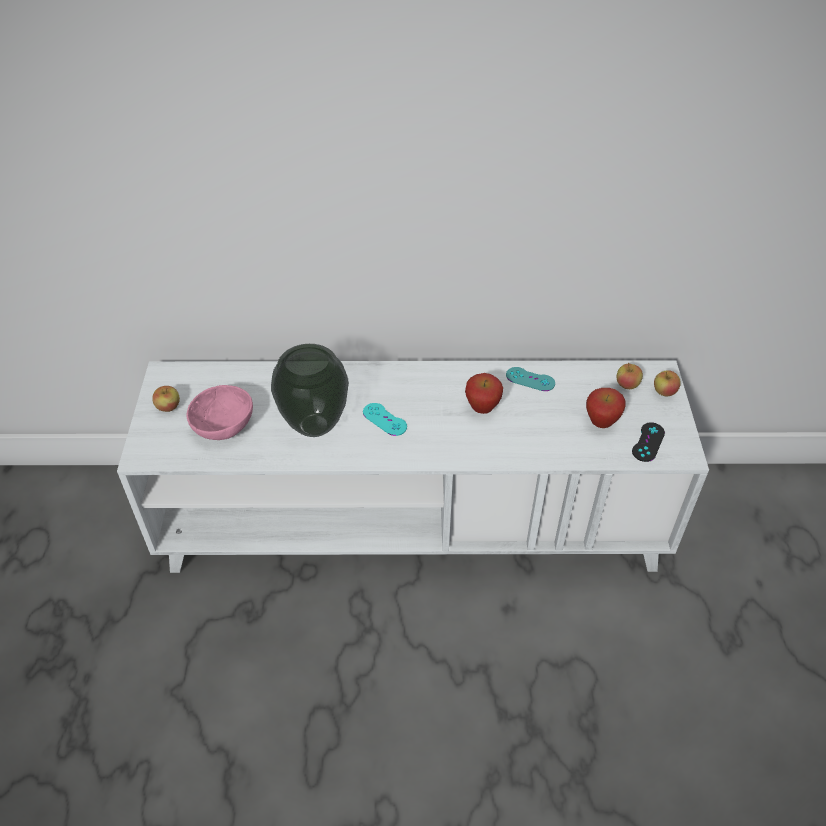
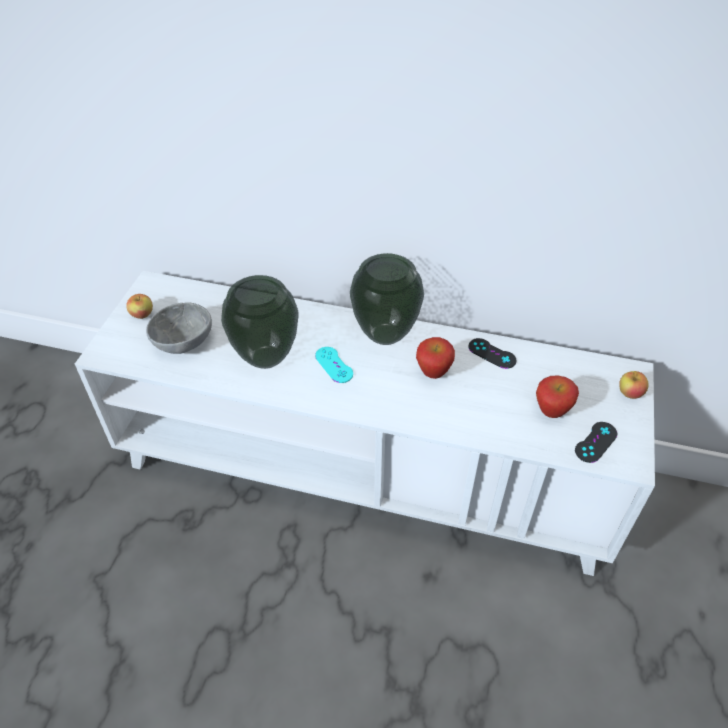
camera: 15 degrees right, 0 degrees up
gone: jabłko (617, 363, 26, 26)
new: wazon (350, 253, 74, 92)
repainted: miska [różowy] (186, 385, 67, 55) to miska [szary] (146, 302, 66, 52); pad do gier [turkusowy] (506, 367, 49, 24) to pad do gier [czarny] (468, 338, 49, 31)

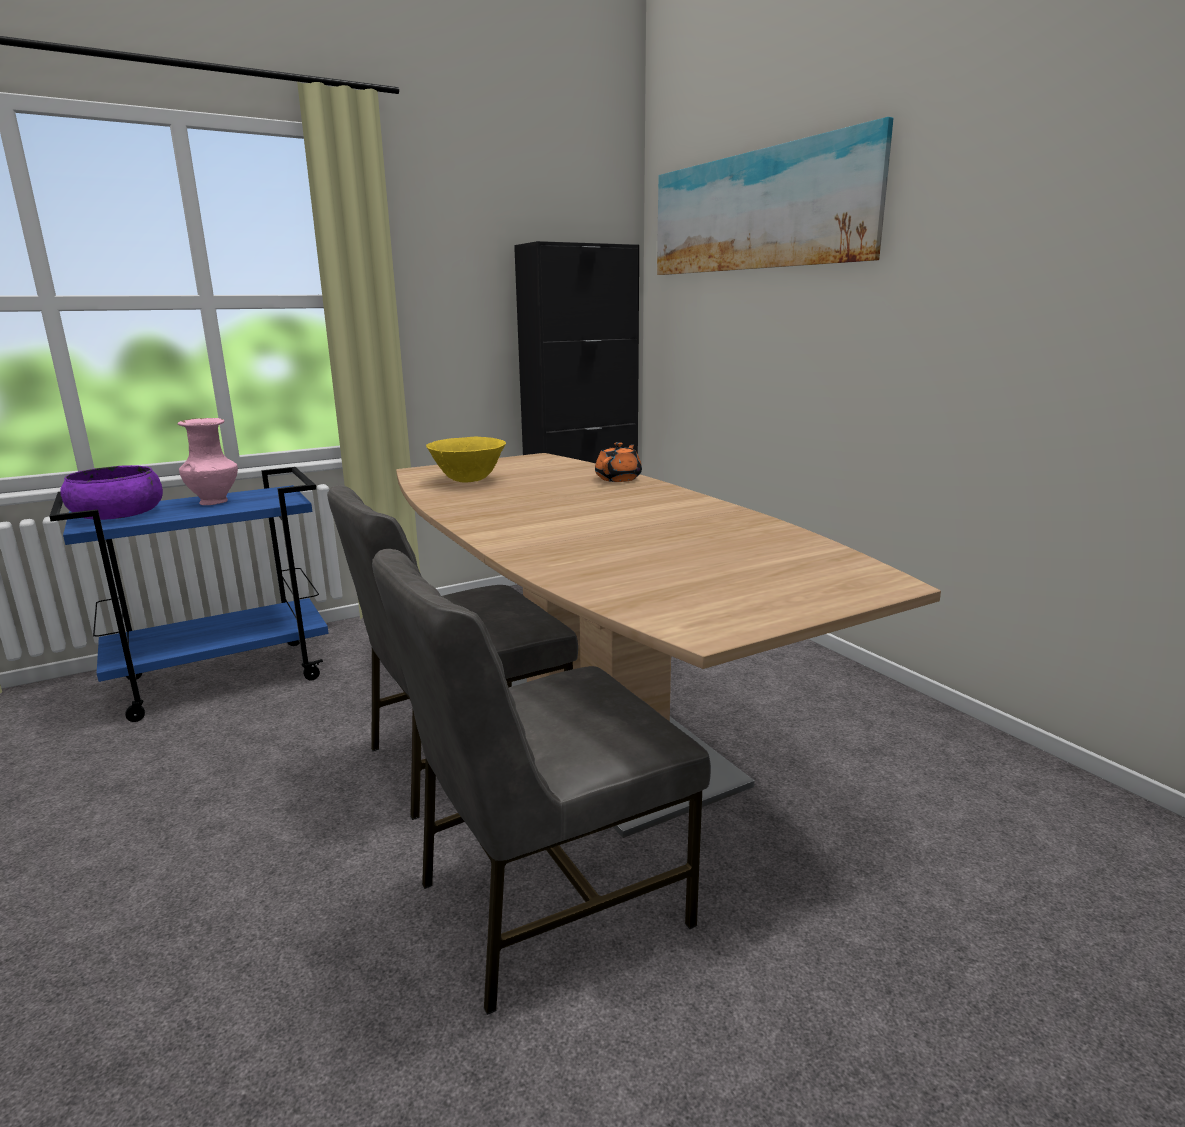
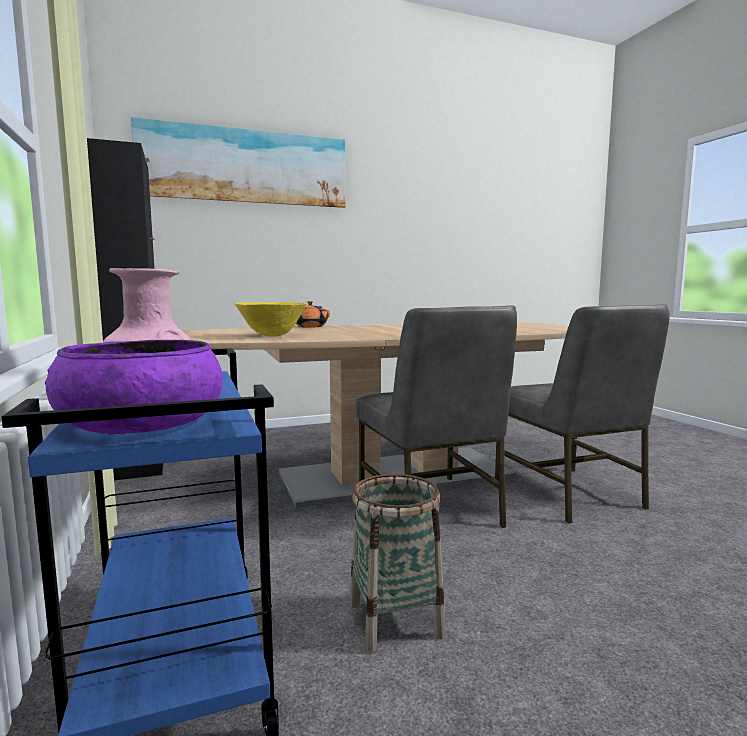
camera: 80 degrees left, 10 degrees down
new: koszyk (350, 474, 95, 178)

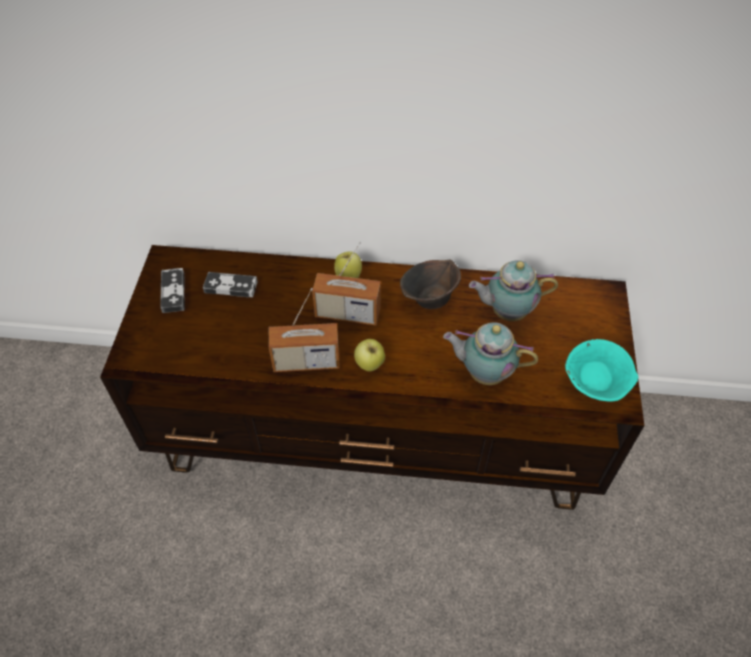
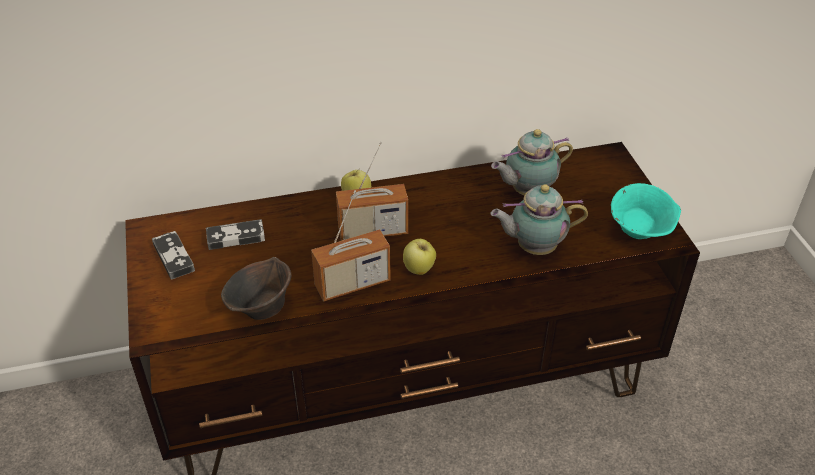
camera: 20 degrees left, 10 degrees down
shifted: miska [brązowy] (400, 259, 61, 50) to (221, 257, 70, 63)

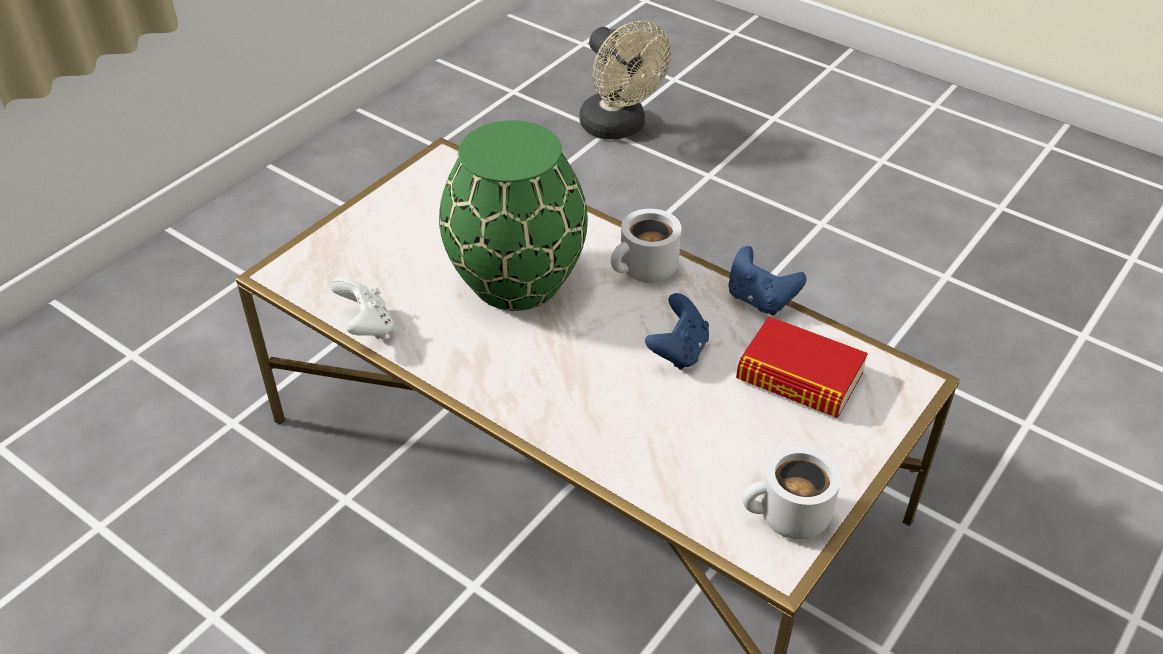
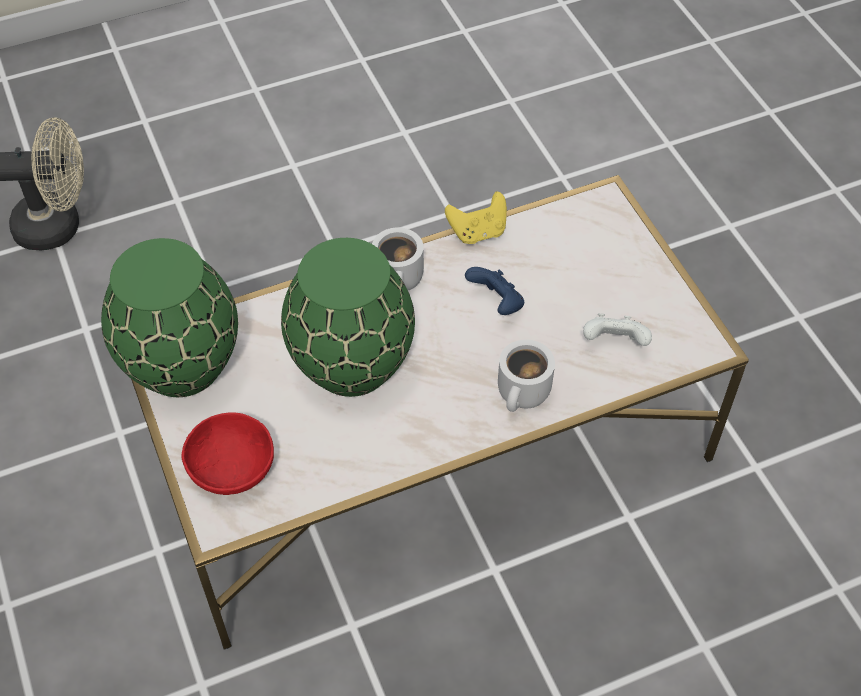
camera: 60 degrees left, 10 degrees up
gone: książka (736, 316, 132, 102)
new: wazon [zielony] (101, 238, 137, 159); miska [czerwony] (181, 412, 93, 83)
shifted: pad do gier [biały] (330, 277, 64, 62) to (583, 313, 69, 33); kubek [biały] (743, 446, 98, 93) to (498, 340, 57, 72)
repainted: pad do gier [niebieski] (728, 246, 78, 69) to pad do gier [żółty] (445, 192, 62, 52)

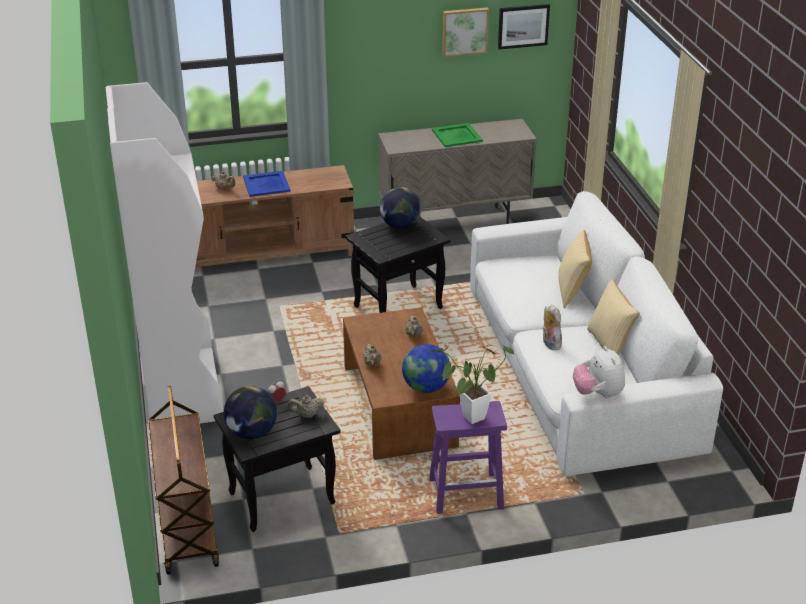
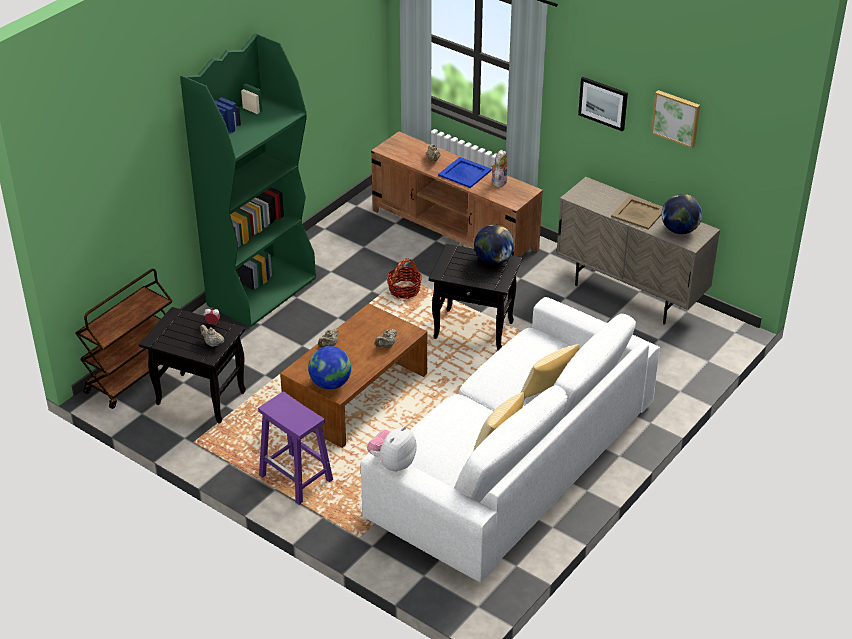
camera: 50 degrees right, 5 degrees up
gone: roślina doniczkowa (430, 345, 85, 79)
new: koszyk (387, 258, 35, 41)
shifted: globus (224, 386, 53, 53) to (662, 194, 40, 40); obraz (498, 4, 52, 45) to (578, 77, 50, 54); pluszak (543, 305, 19, 45) to (491, 150, 17, 37)
repainted: regał [biały] (106, 82, 117, 341) to regał [zielony] (180, 33, 136, 294); taca [zielony] (432, 123, 51, 24) to taca [beżowy] (611, 195, 52, 35)

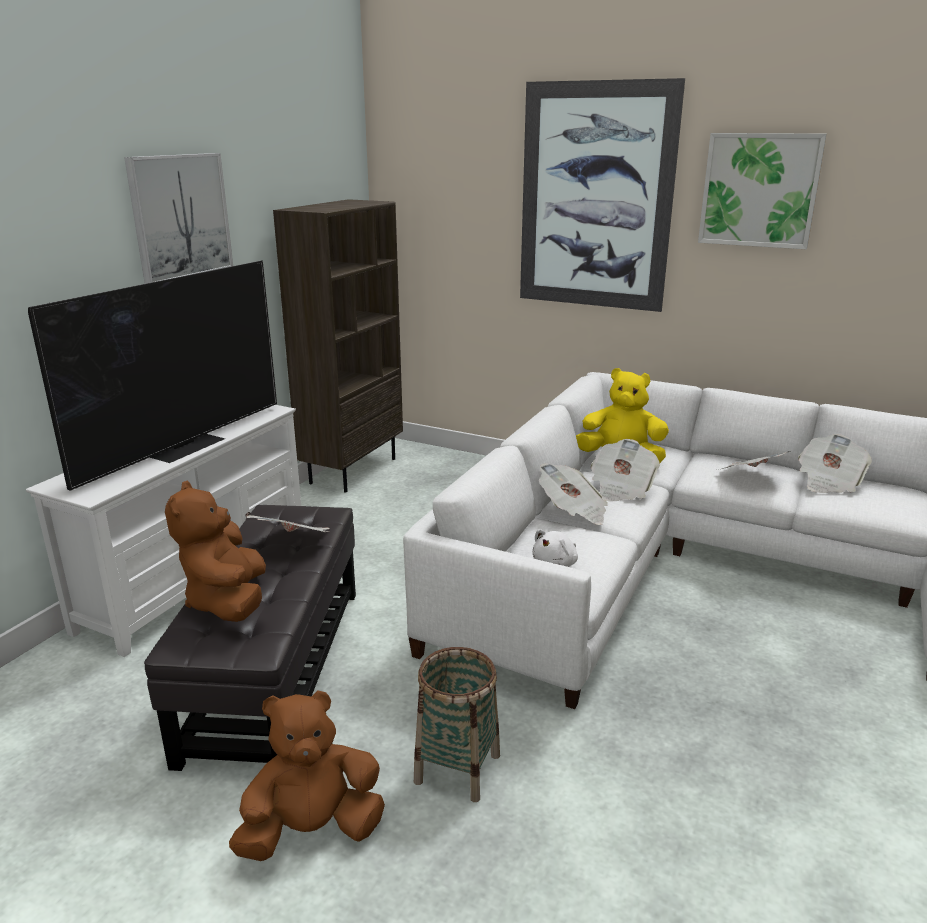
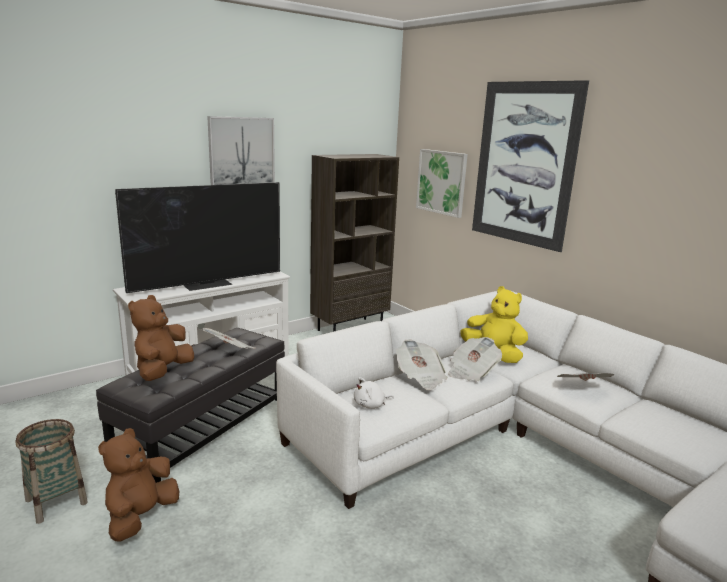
camera: 25 degrees right, 5 degrees down
gone: gazeta (798, 434, 74, 59)
shifted: koszyk (414, 647, 86, 155) to (15, 419, 73, 105); obraz (698, 133, 129, 116) to (416, 149, 52, 69)
rotated: pluszak [brązowy] (229, 690, 156, 171) = (98, 428, 81, 114) 75 degrees counterclockwise

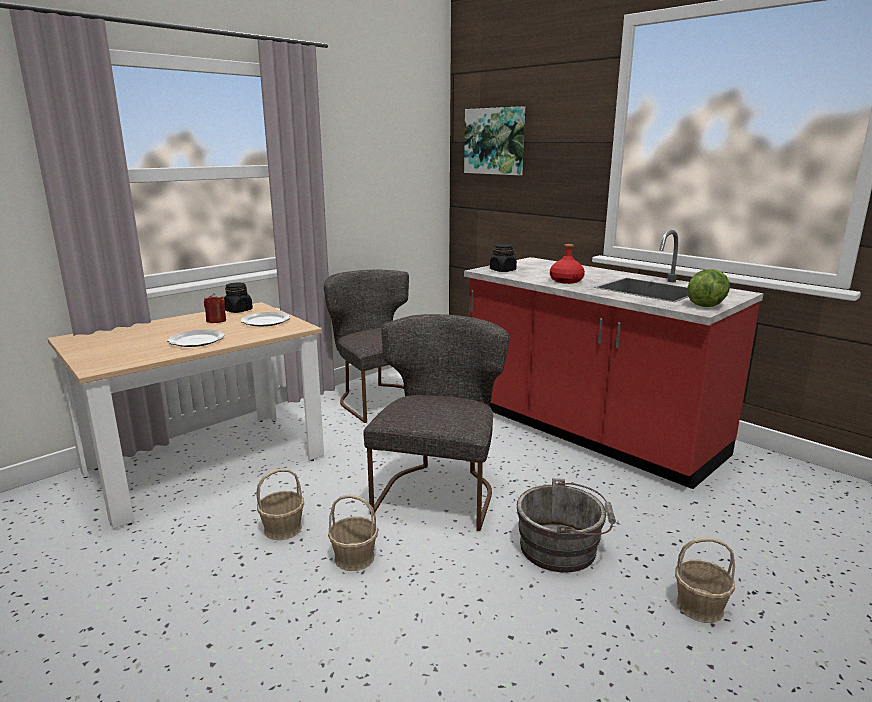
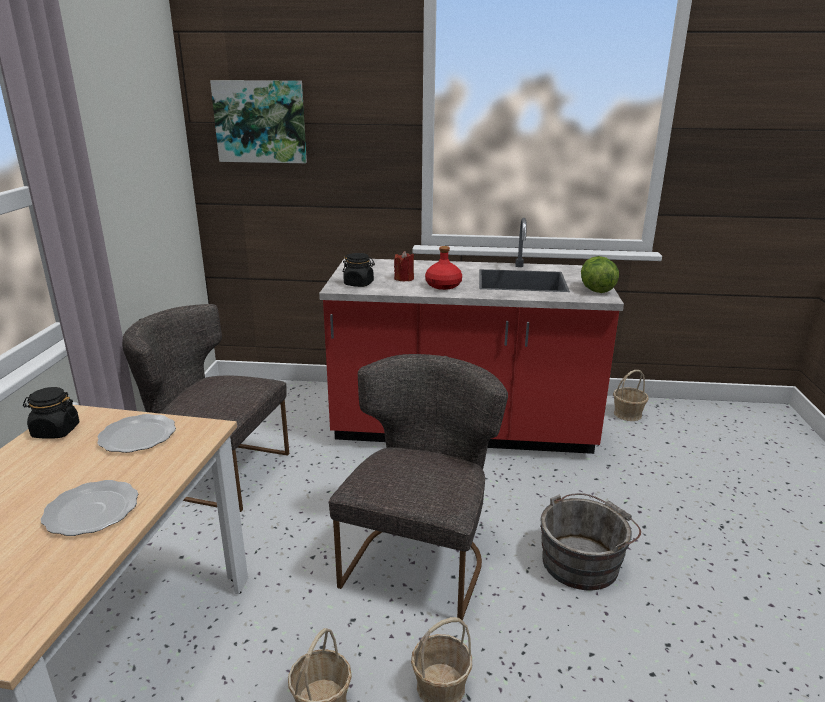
camera: 40 degrees left, 5 degrees up
shifted: świeca [czerwony] (204, 293, 22, 30) to (394, 251, 20, 30); koszyk (675, 537, 60, 86) to (613, 370, 36, 51)
rotated: krzesło [szary] (363, 314, 147, 217) = (329, 354, 179, 267) 45 degrees clockwise

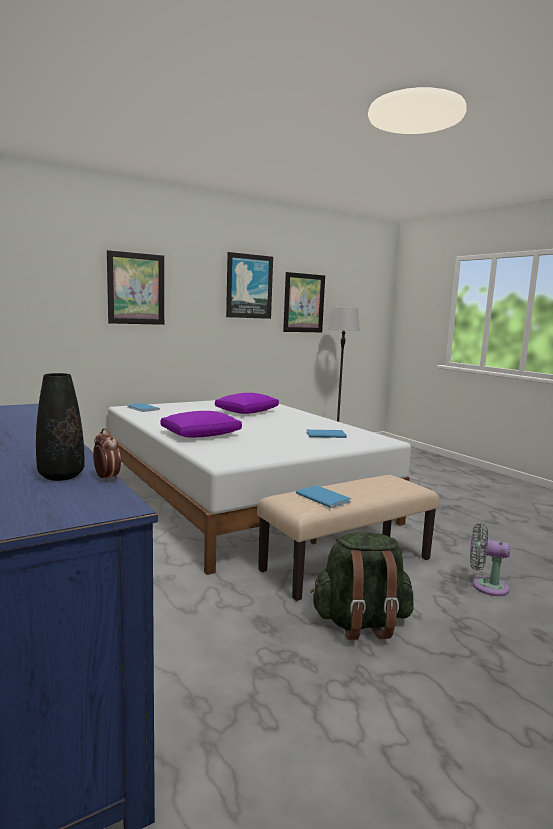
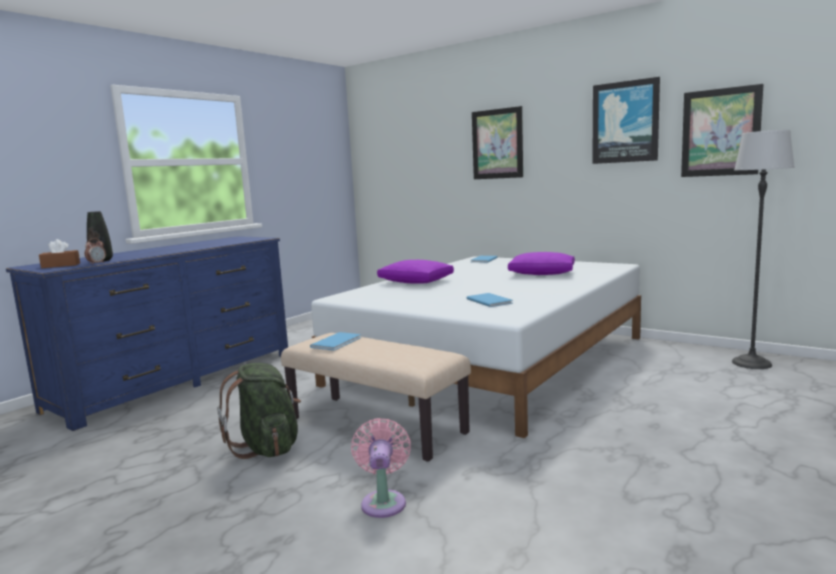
camera: 70 degrees right, 0 degrees up
new: pudełko chusteczek [brązowy] (39, 239, 41, 29)
repainted: wentylator [szary] (470, 523, 40, 73) to wentylator [różowy] (351, 418, 60, 100)

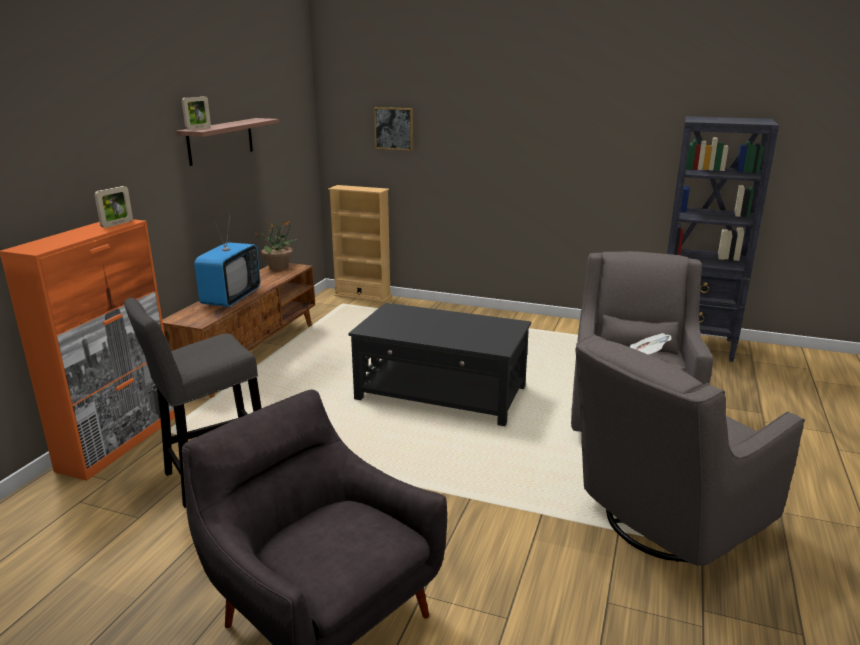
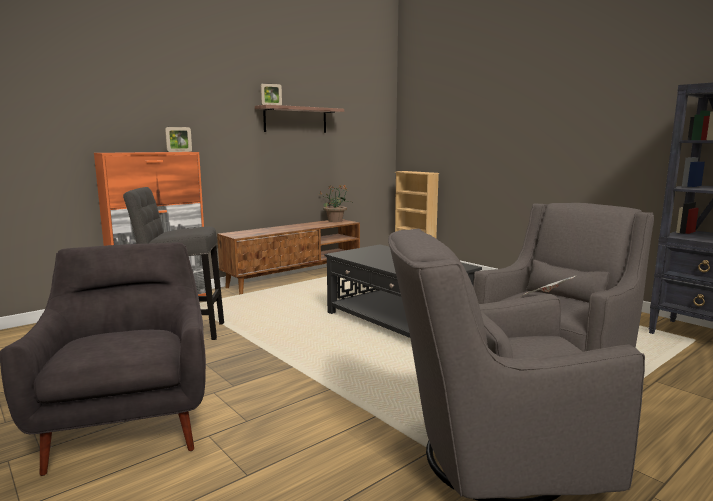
camera: 30 degrees right, 10 degrees down
gone: telewizor (194, 213, 67, 94); obraz (374, 107, 39, 44)

